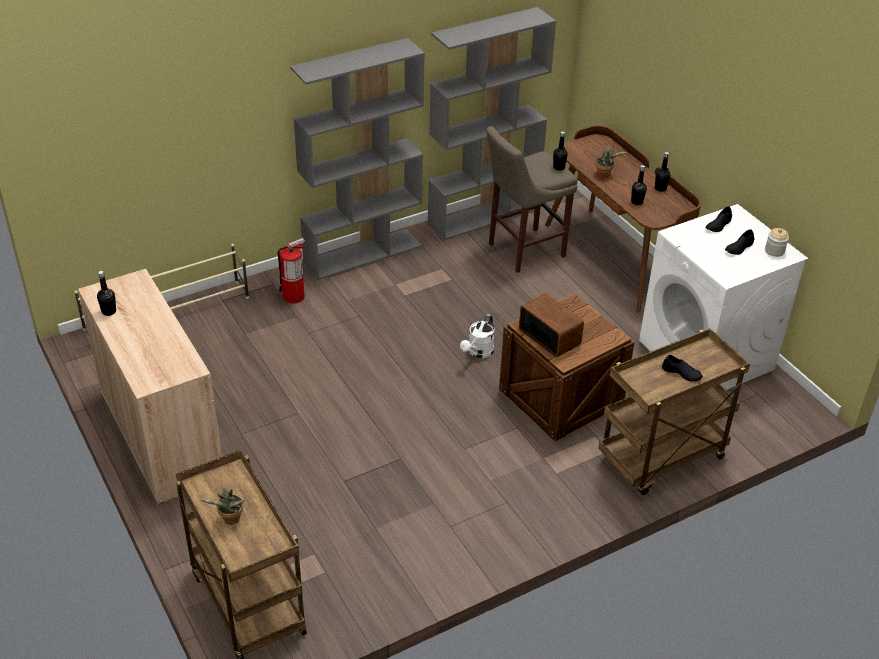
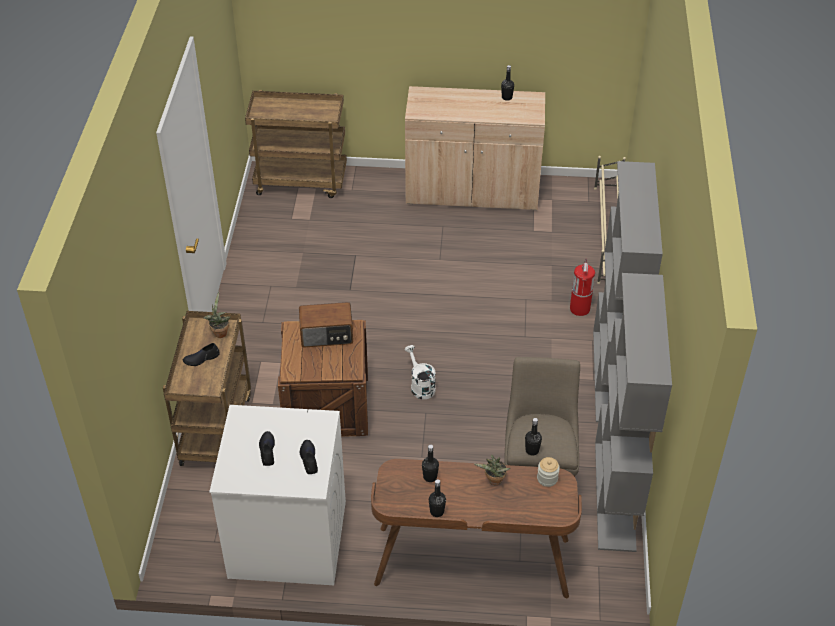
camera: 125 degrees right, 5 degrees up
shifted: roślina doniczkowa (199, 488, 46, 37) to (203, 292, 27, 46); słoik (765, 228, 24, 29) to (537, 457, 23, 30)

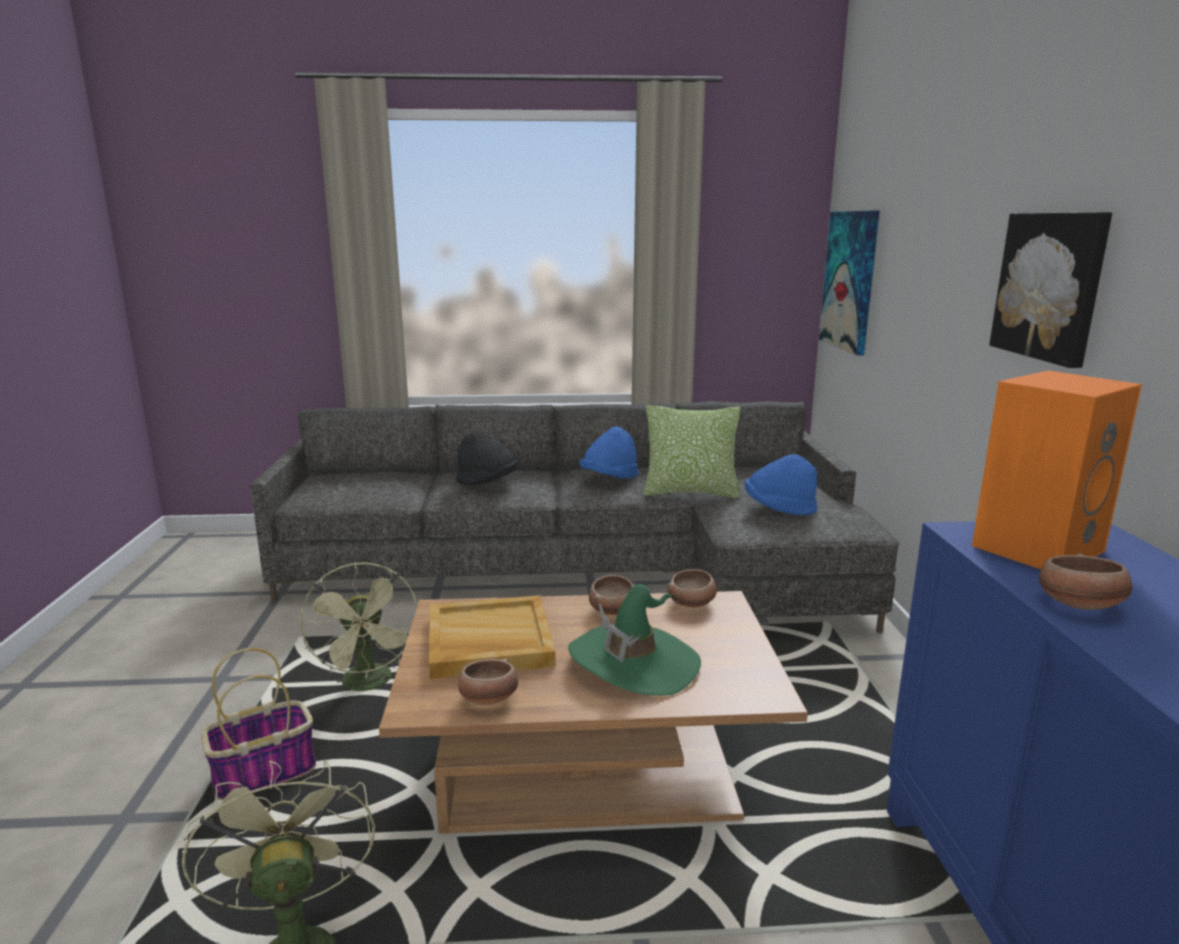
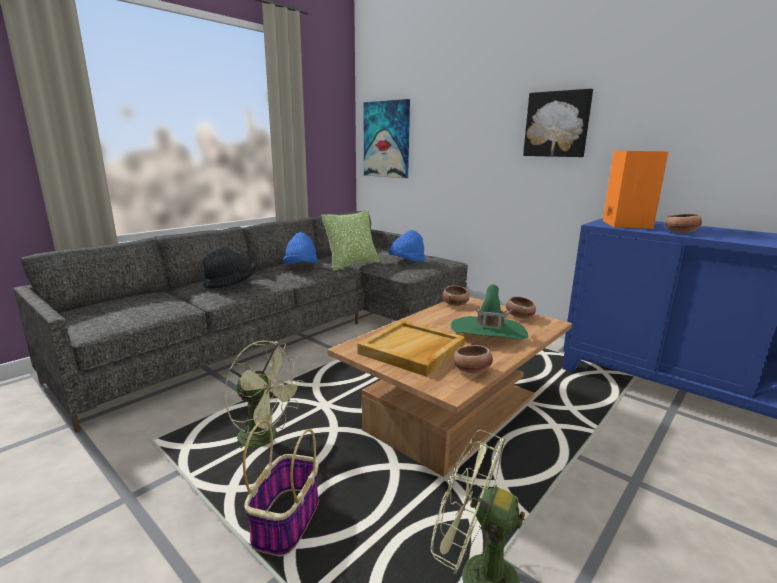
camera: 45 degrees left, 0 degrees up
shifted: miska (589, 575, 45, 40) to (506, 296, 30, 23)

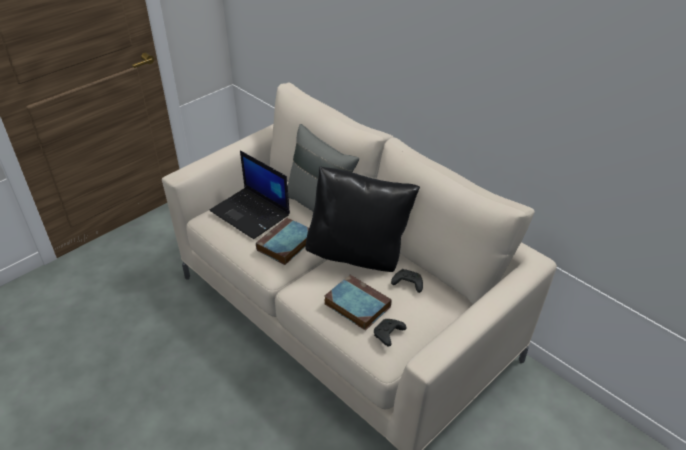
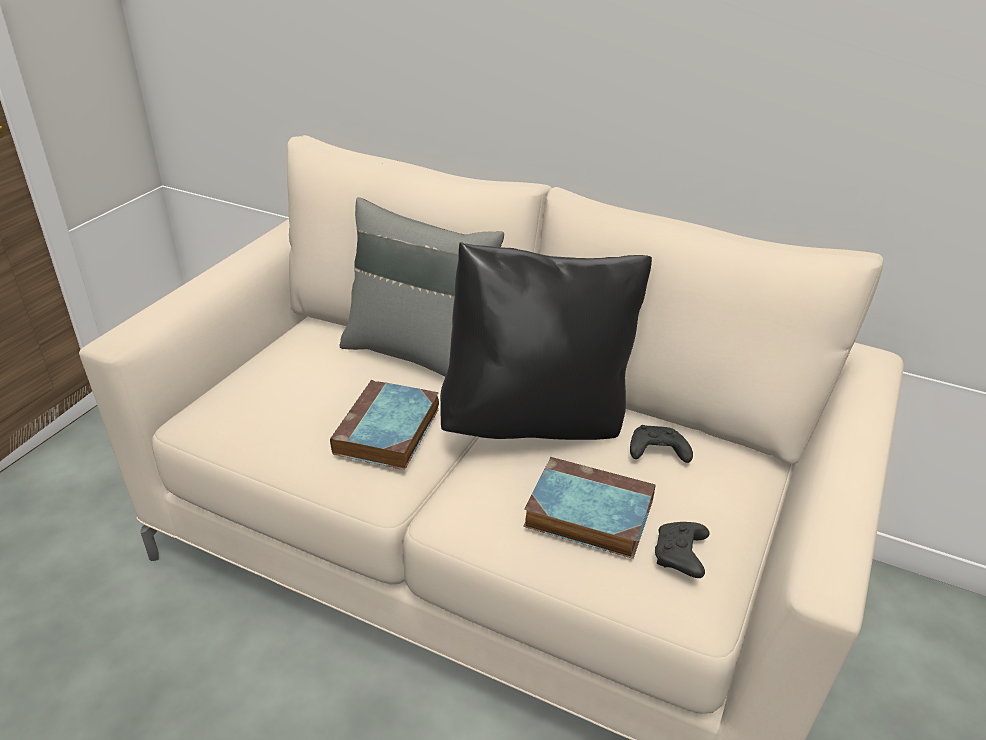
camera: 20 degrees left, 5 degrees down
gone: laptop (209, 151, 81, 88)

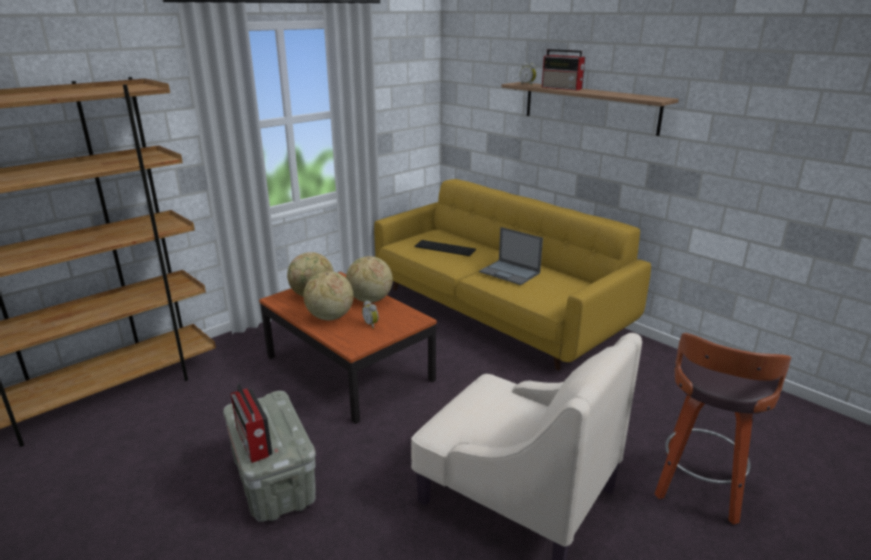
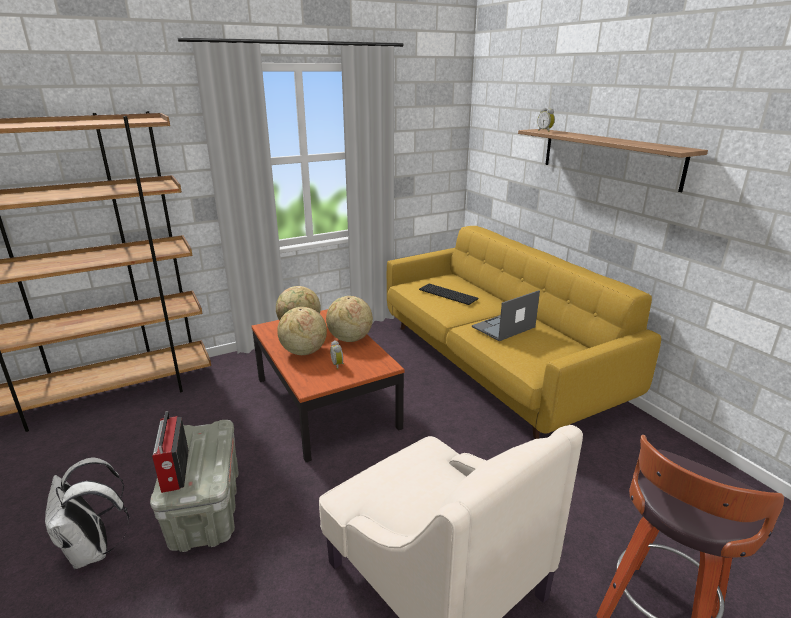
camera: 15 degrees right, 0 degrees up
gone: radio (542, 49, 43, 42)
new: plecak [biały] (45, 458, 84, 111)
rotated: laptop (479, 227, 64, 58) = (472, 290, 68, 51) 90 degrees clockwise

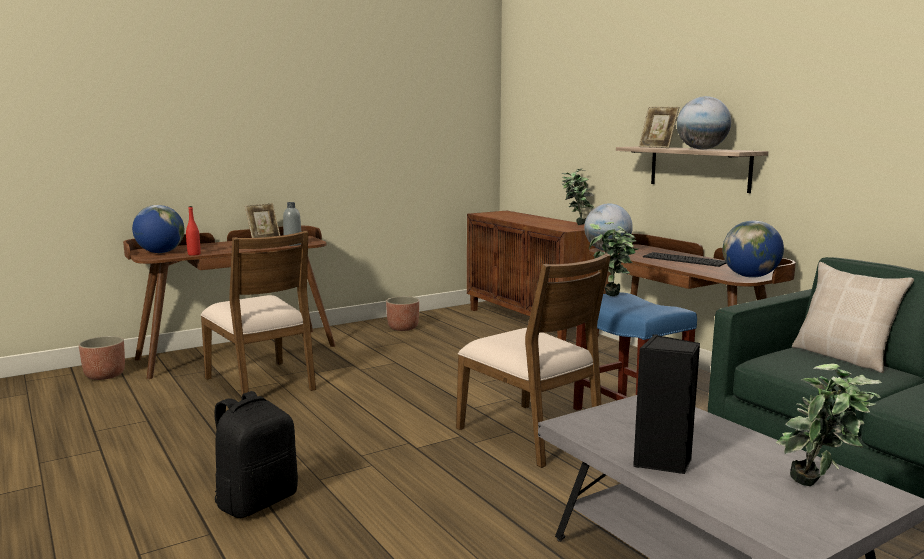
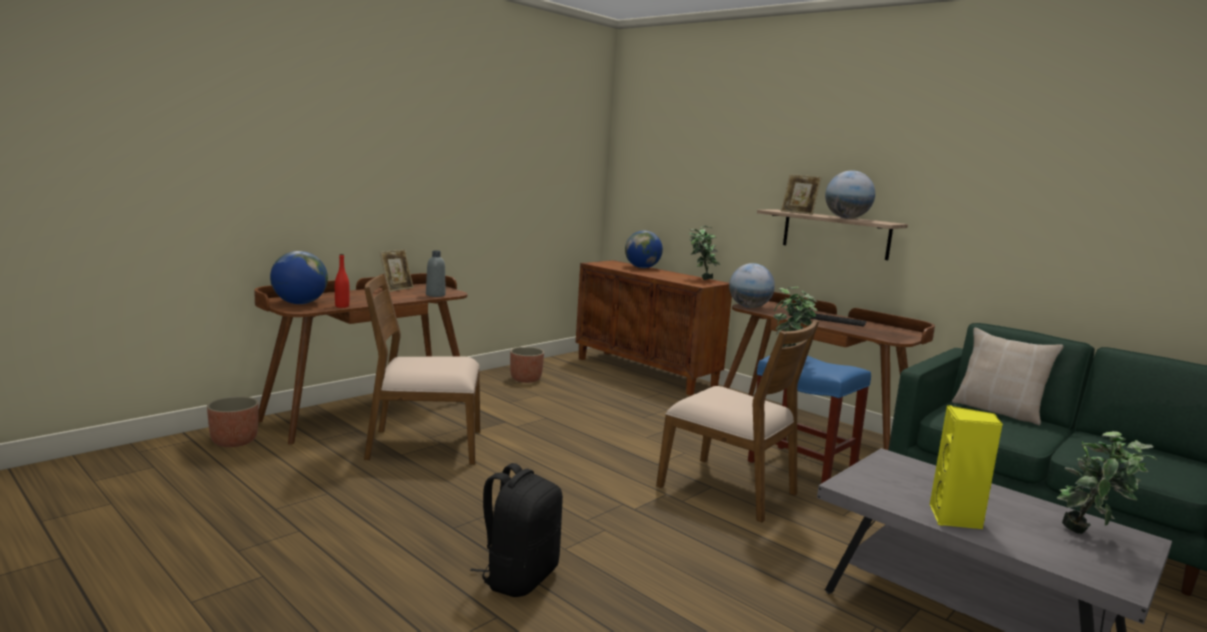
camera: 15 degrees left, 0 degrees up
shifted: globus (723, 220, 61, 58) to (625, 230, 38, 38)
repainted: głośnik [czarny] (633, 334, 67, 140) to głośnik [żółty] (930, 405, 73, 124)
rotated: krzesło [brązowy] (201, 231, 115, 163) = (364, 273, 116, 192) 135 degrees clockwise

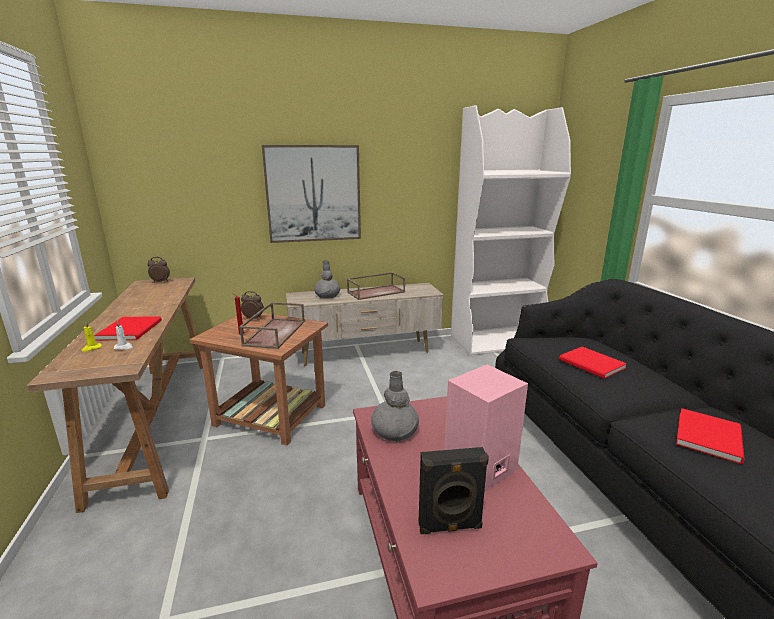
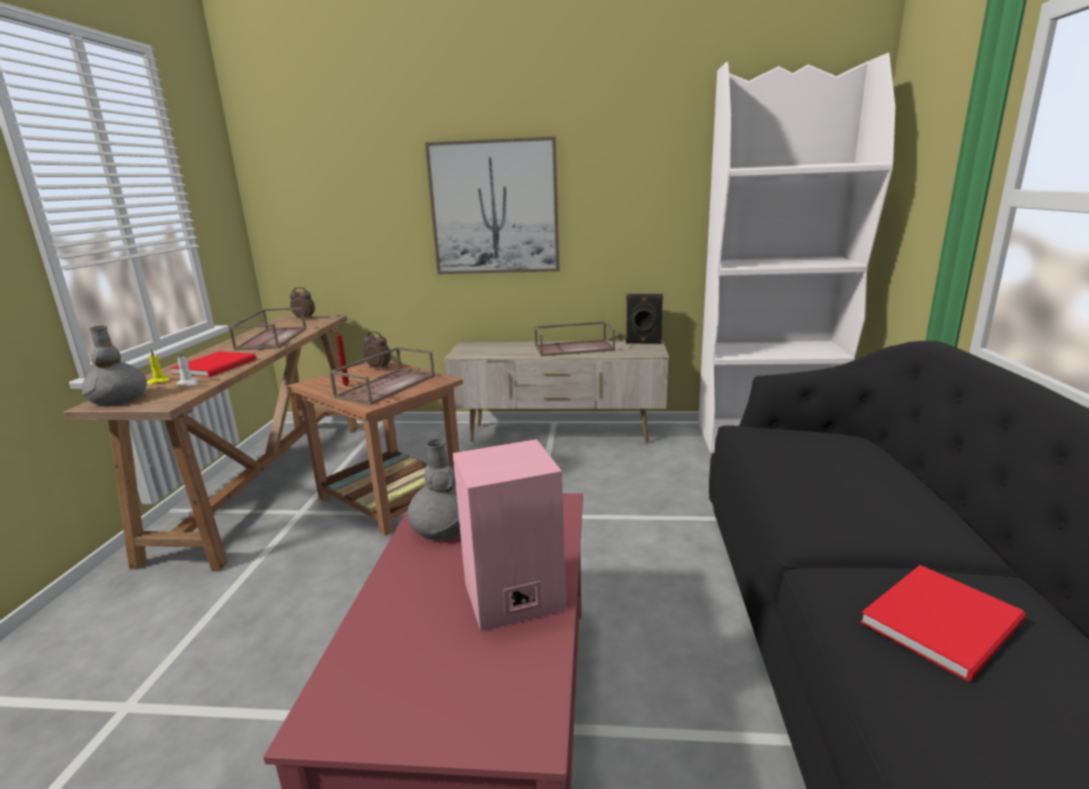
camera: 20 degrees right, 0 degrees up
gone: książka [czerwony] (559, 347, 68, 32)
new: taca [brązowy] (229, 307, 77, 44)
shifted: wazon [szary] (314, 261, 26, 37) to (82, 326, 65, 80); głośnik [czarny] (419, 447, 70, 87) to (626, 294, 37, 50)

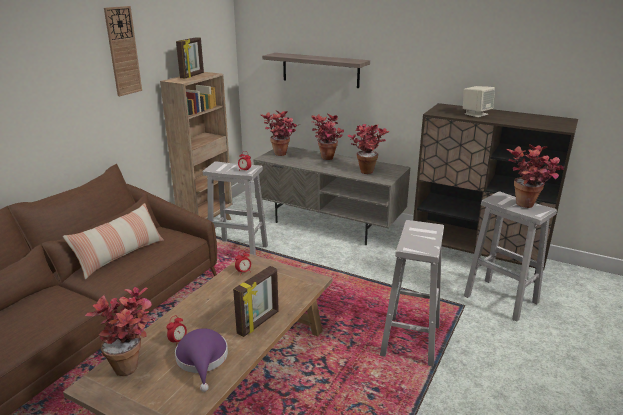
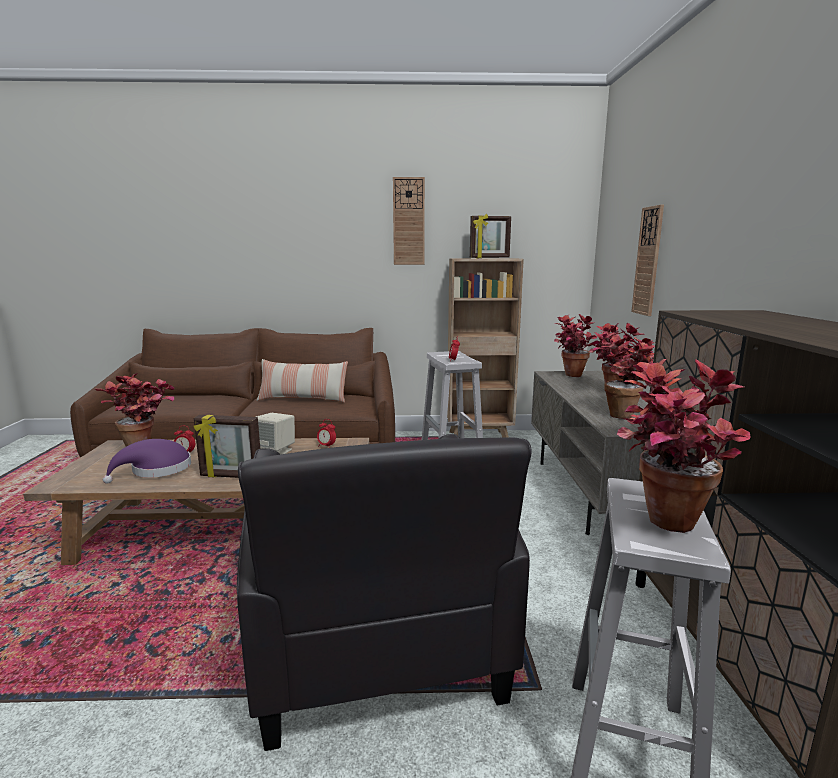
camera: 60 degrees right, 10 degrees down
shifted: głośnik [beżowy] (463, 86, 32, 31) to (256, 413, 39, 41)
swapped: półka (262, 53, 108, 35) to zegar ścienny (631, 205, 33, 111); stołek [biały] (380, 220, 64, 147) to fotel [czarny] (237, 434, 294, 317)

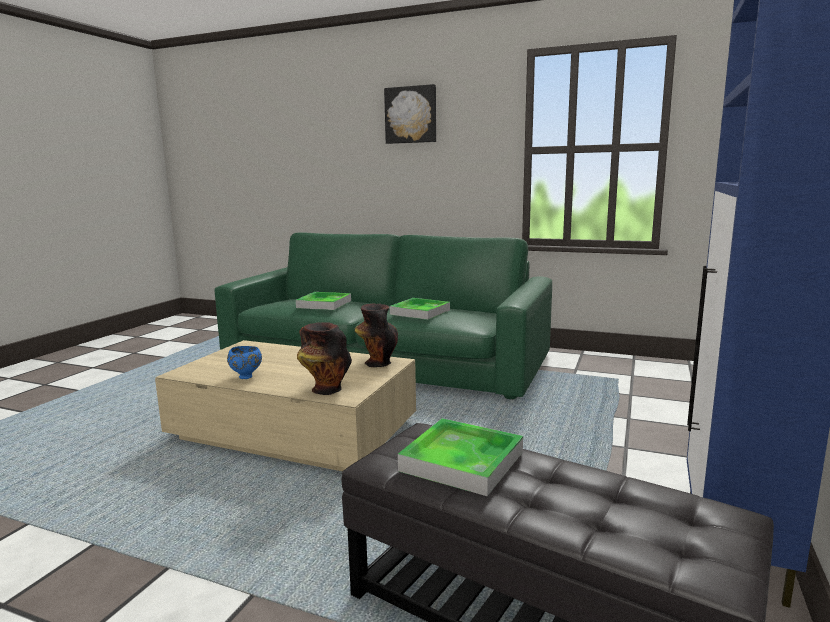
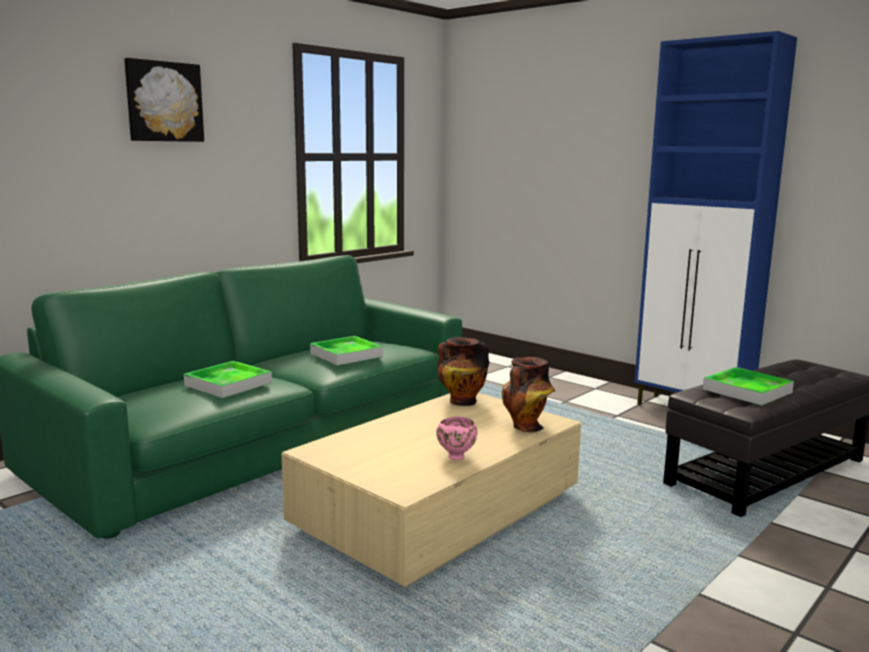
camera: 70 degrees left, 0 degrees up
repainted: miska [niebieski] (227, 346, 35, 33) to miska [różowy] (436, 417, 41, 43)

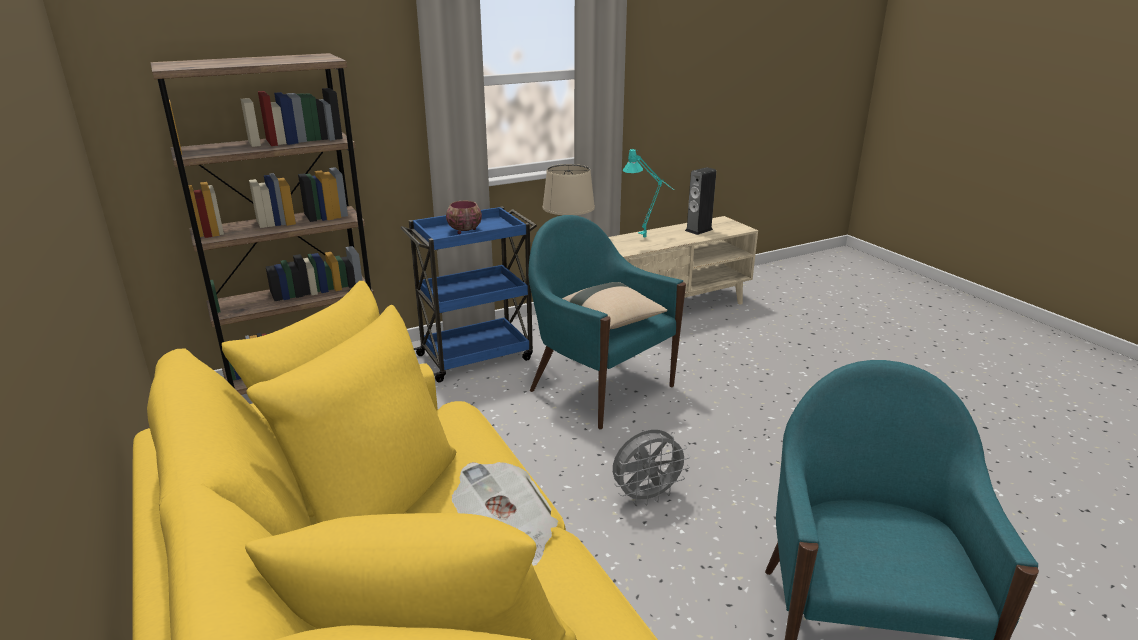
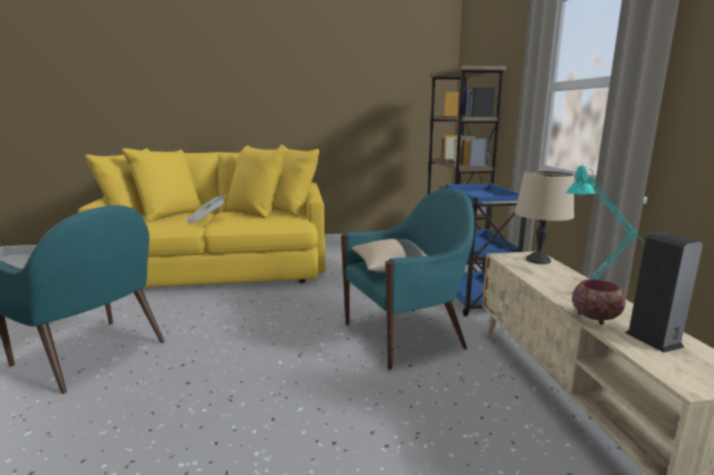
camera: 110 degrees right, 10 degrees down
gone: wentylator [szary] (613, 430, 77, 75)
shifted: miska (446, 201, 36, 33) to (572, 279, 54, 46)

